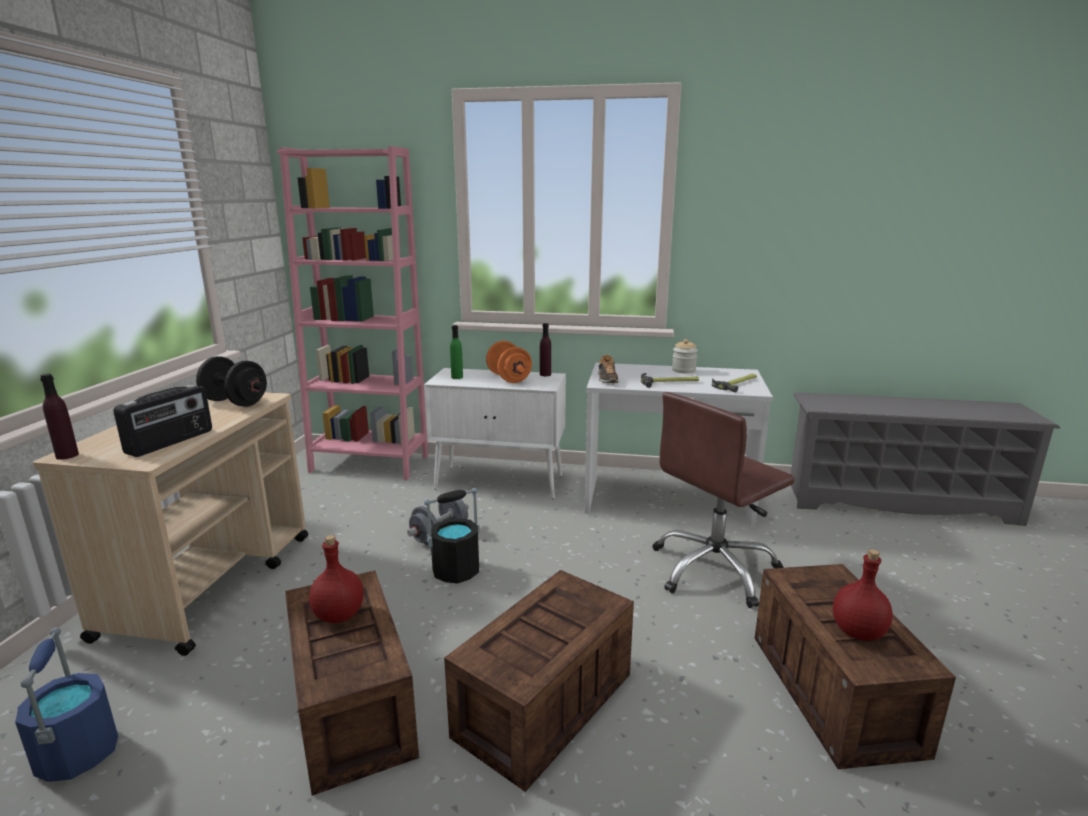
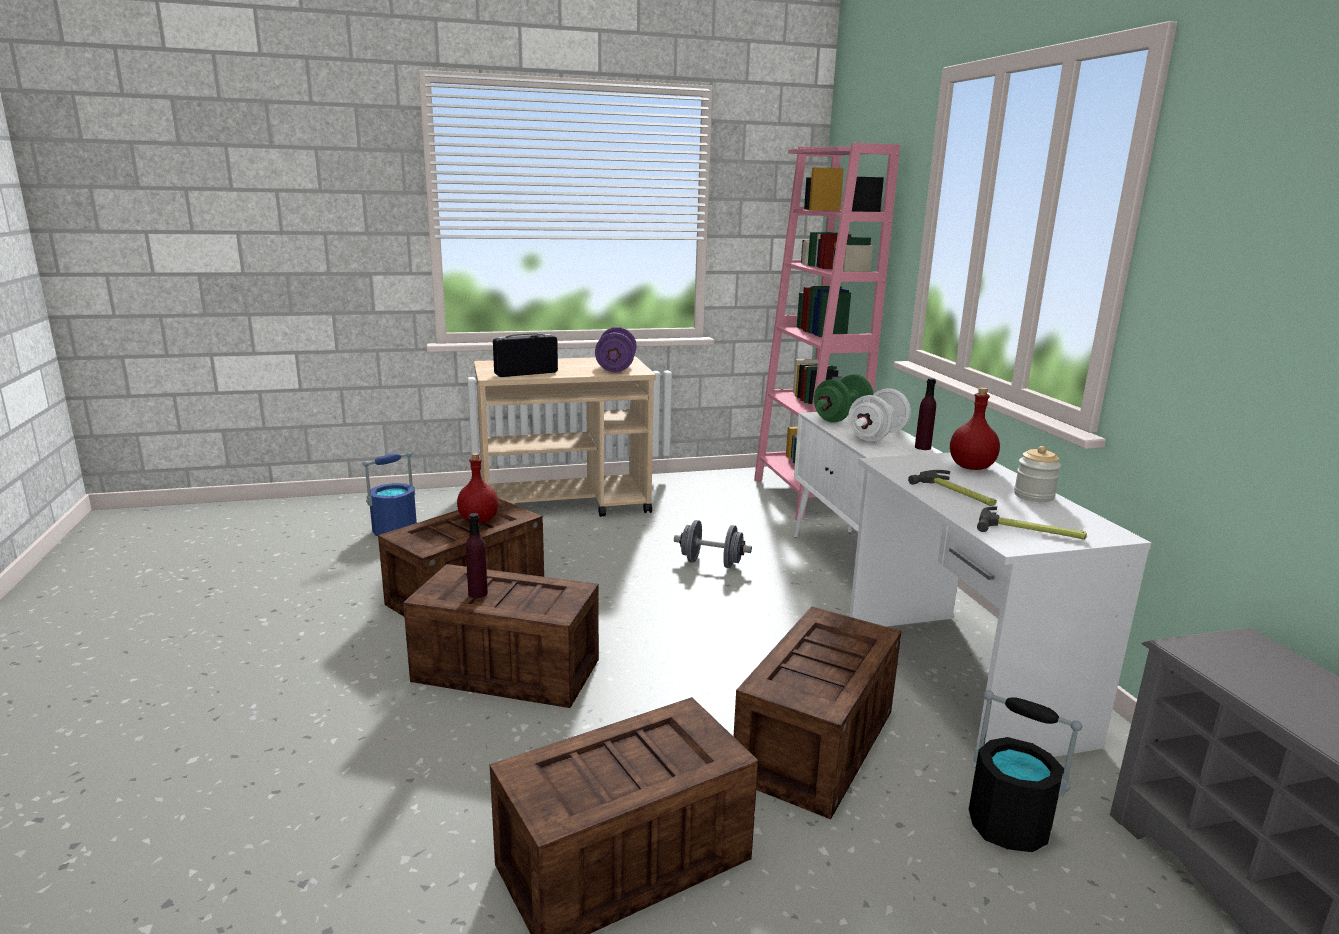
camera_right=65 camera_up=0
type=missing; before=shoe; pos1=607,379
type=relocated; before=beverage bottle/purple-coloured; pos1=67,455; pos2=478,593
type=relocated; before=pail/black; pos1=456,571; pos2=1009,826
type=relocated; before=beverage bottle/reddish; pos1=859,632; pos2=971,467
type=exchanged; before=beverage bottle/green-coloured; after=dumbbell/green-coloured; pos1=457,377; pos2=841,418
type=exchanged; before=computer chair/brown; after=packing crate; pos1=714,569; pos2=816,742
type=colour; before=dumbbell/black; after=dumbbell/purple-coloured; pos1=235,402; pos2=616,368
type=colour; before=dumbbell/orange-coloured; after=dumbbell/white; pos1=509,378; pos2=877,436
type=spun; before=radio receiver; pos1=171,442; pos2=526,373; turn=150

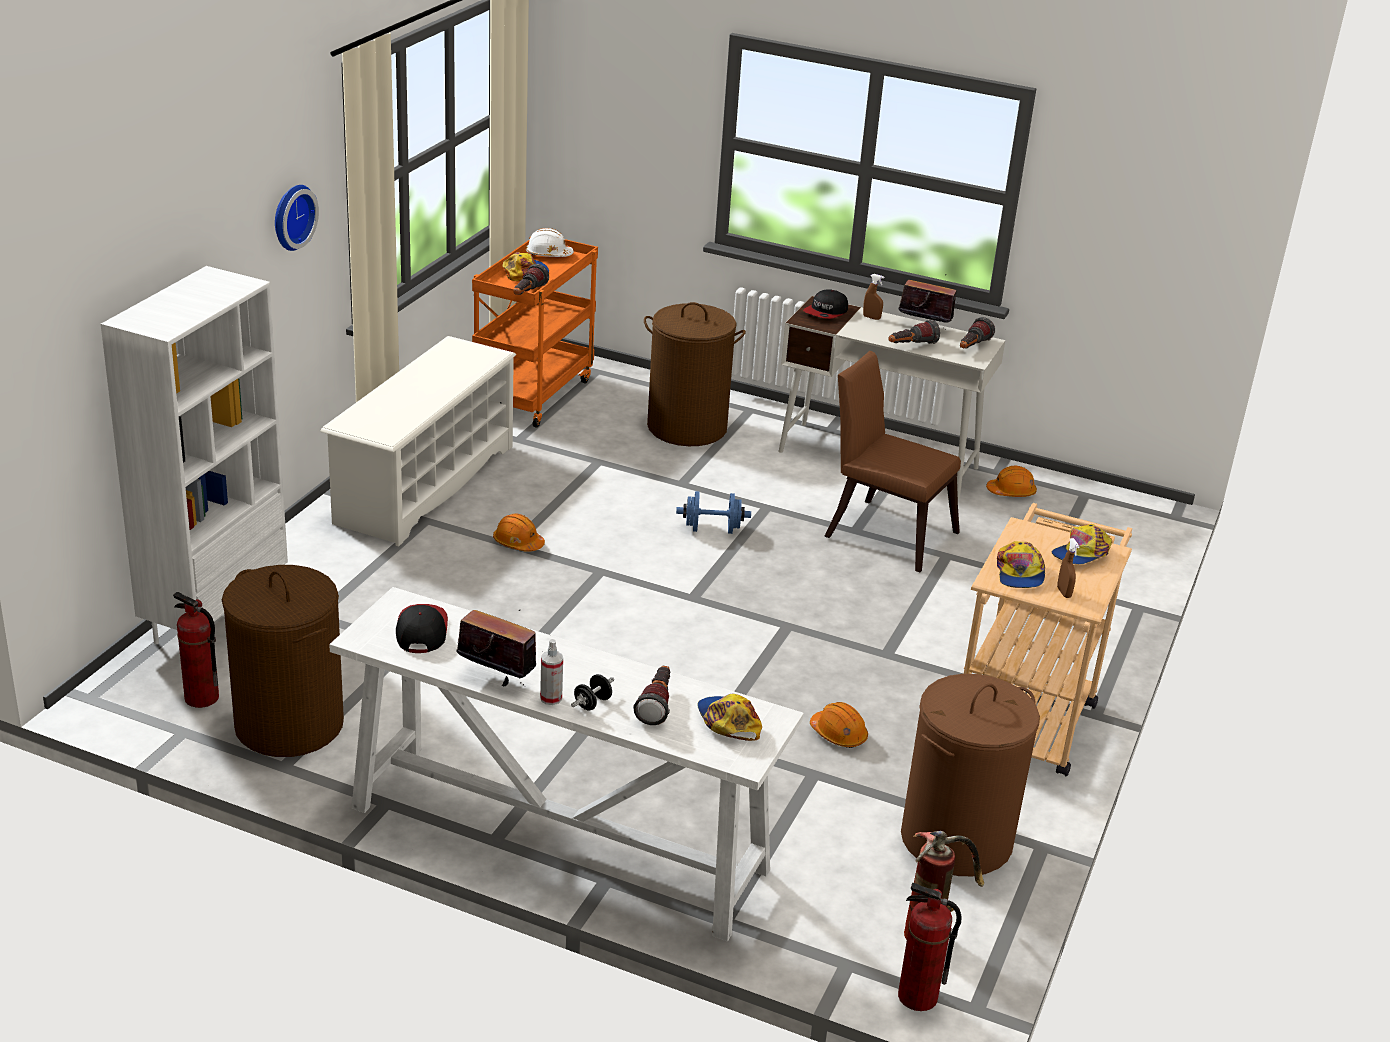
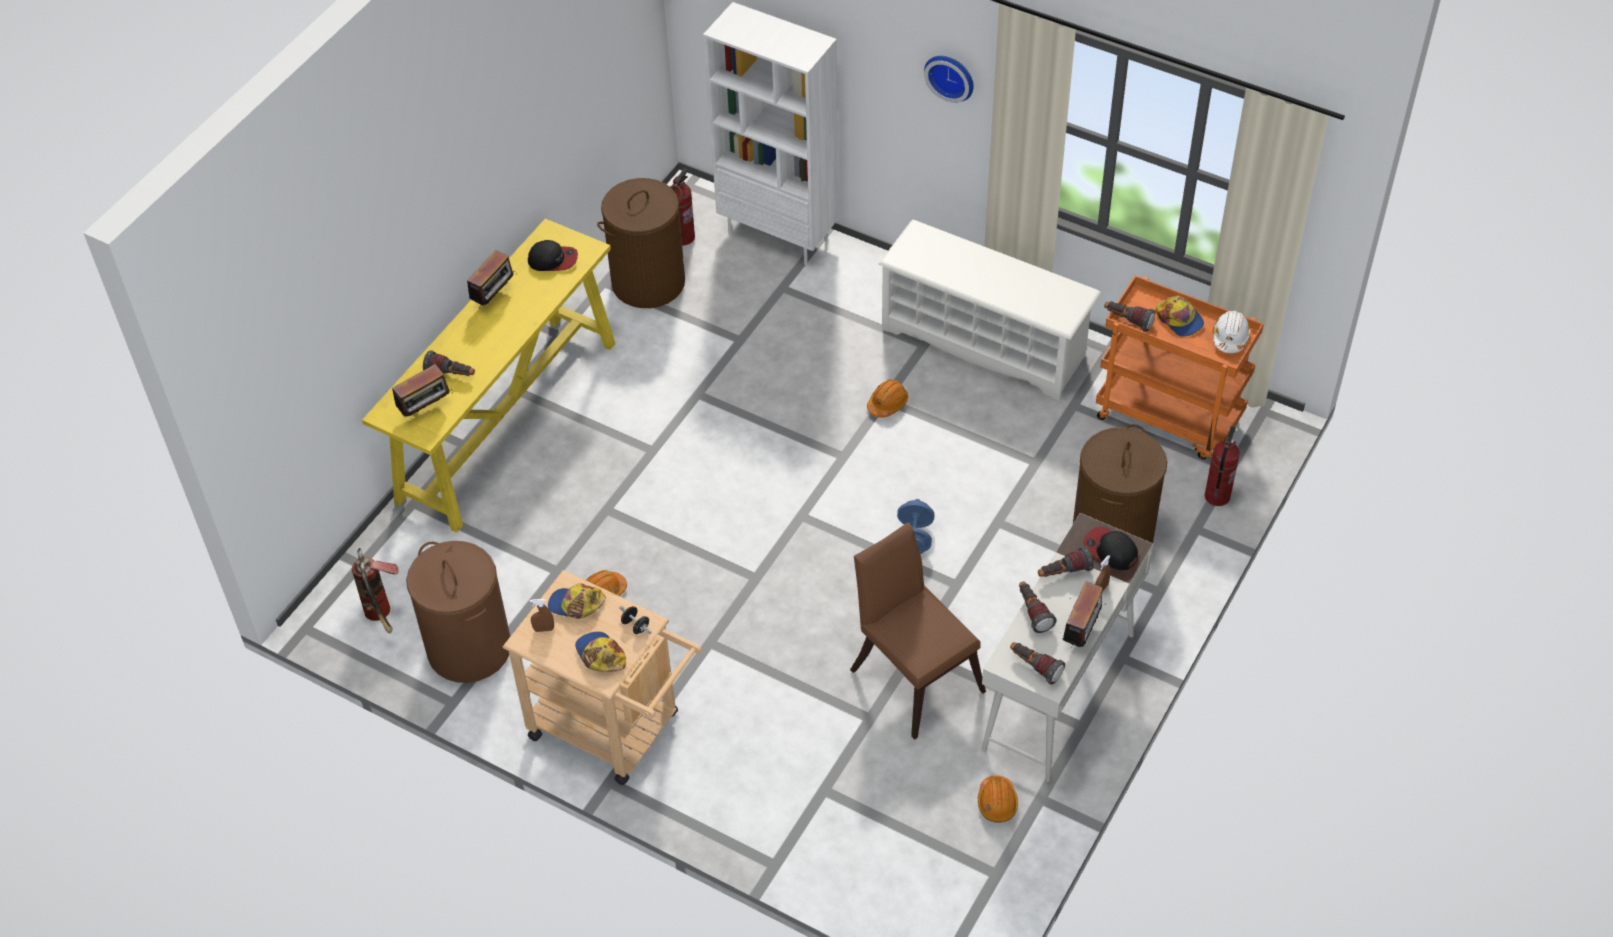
camera_right=100 camera_up=20
type=missing; before=spray bottle; pos1=551,698
type=appeared; after=hand torch; pos2=1063,573
type=relocated; before=dumbbell/black; pos1=592,703; pos2=635,626
type=relocated; before=fire extinguisher; pos1=917,997; pos2=1216,496
type=exchanged; before=peaked cap; after=radio receiver; pos1=728,722; pos2=426,409
type=colour; before=console table/white; after=console table/yellowish; pos1=556,838; pos2=509,420
type=spun; before=upright chair/brown; pos1=884,531; pos2=913,674; turn=-75

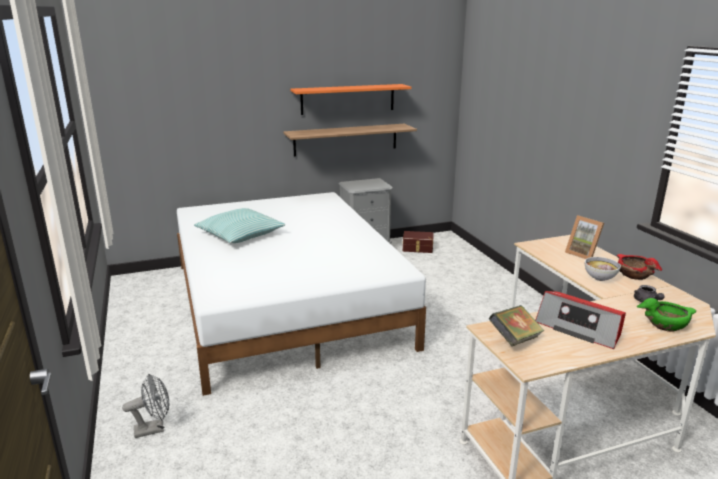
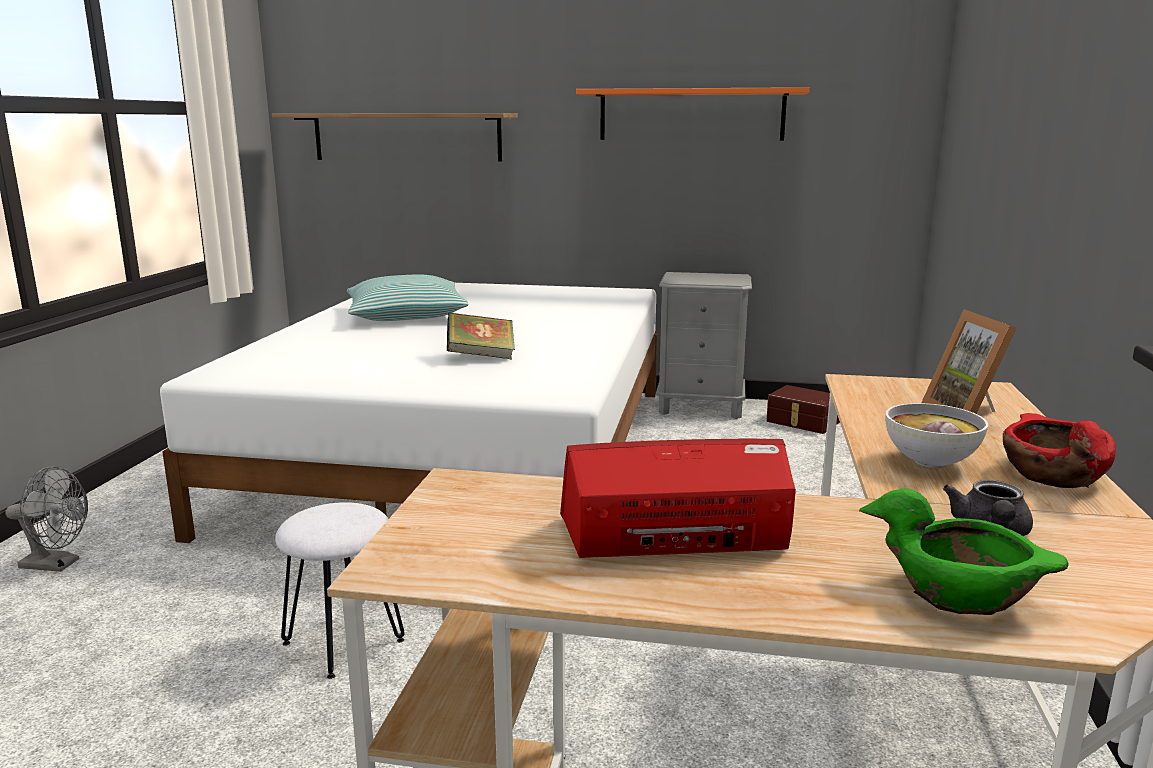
camera_right=30 camera_up=-5
type=appeared; after=sitting stool/white; pos2=343,641
type=relocated; before=shelf; pos1=346,139; pos2=407,137
type=relocated; before=volume; pos1=515,339; pos2=481,357
type=spun; before=radio receiver; pos1=579,328; pos2=676,535; turn=105

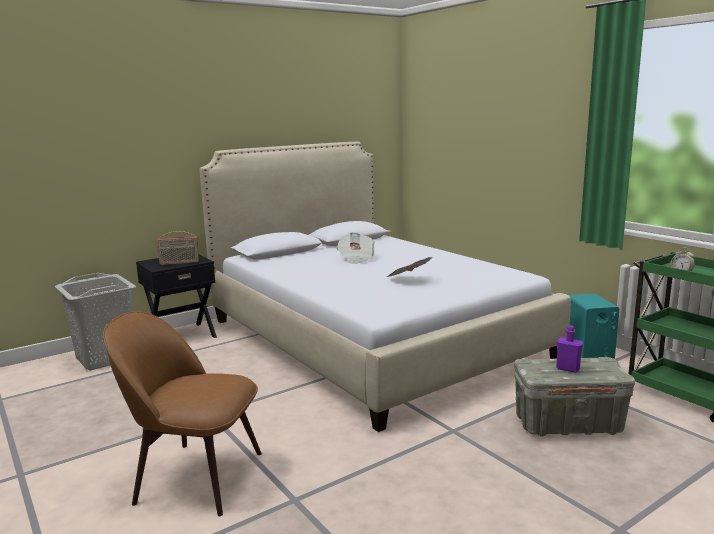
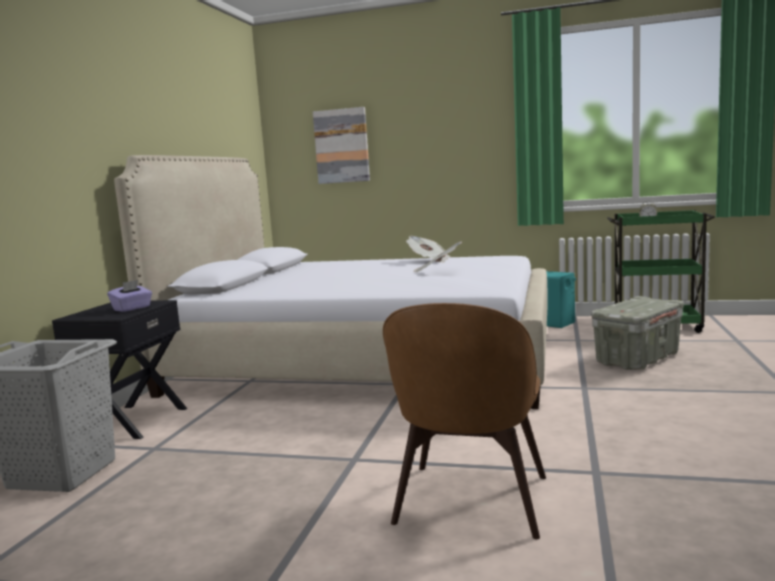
camera_right=-40 camera_up=-5
type=missing; before=beverage bottle/purple-coloured; pos1=567,369
type=appeared; after=wall art; pos2=342,146
type=relocated; before=daily paper; pos1=356,259; pos2=429,261
type=exchanged; before=radio receiver; after=box of tissues/purple-coloured; pos1=179,263; pos2=132,308
type=spun; before=upright chair/brown; pos1=194,476; pos2=471,503; turn=-45

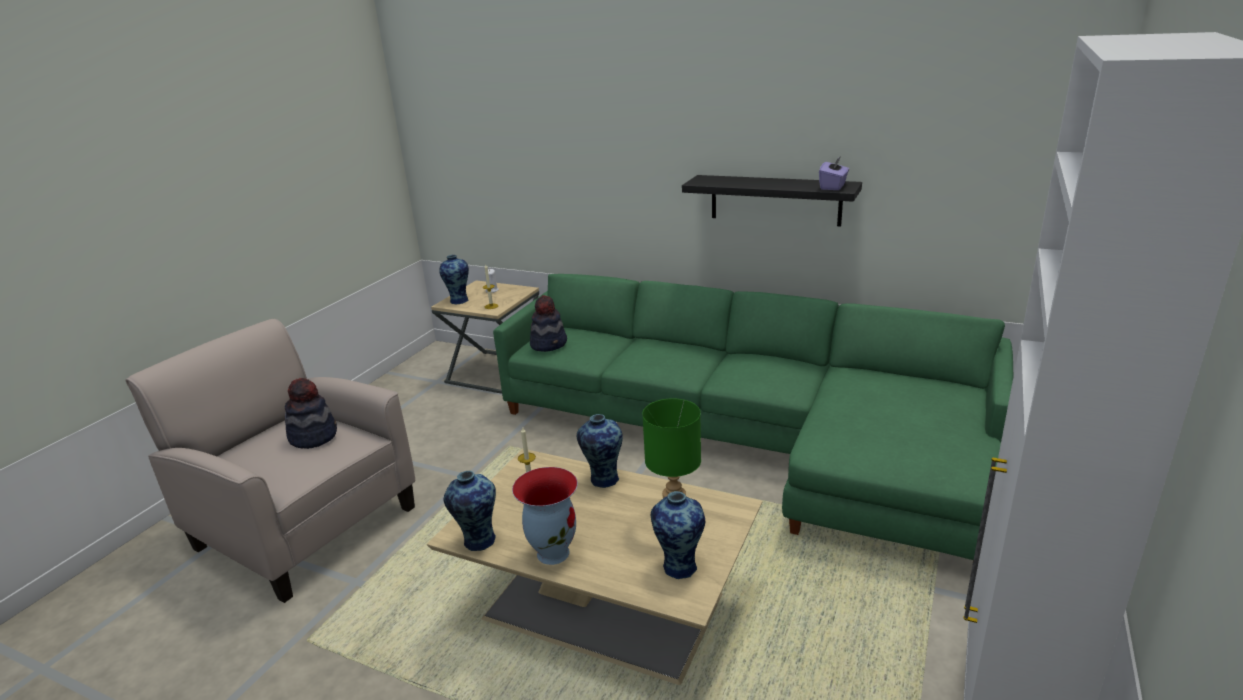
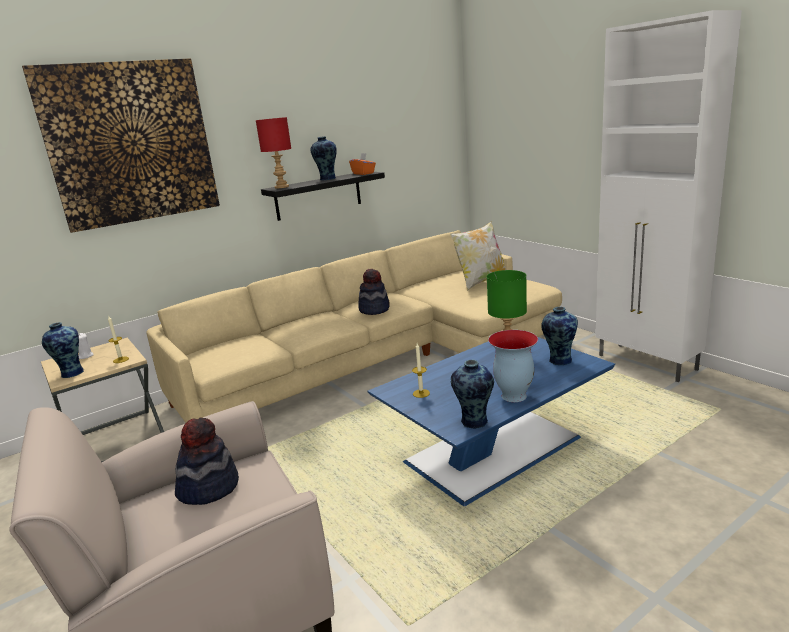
camera_right=-60 camera_up=-5
type=appeared; after=wall art; pos2=130,143
type=appeared; after=tabletop lamp/reddish; pos2=282,187
type=appeared; after=cushion; pos2=481,281
type=relocated; before=hat; pos1=549,344; pos2=374,309
type=relocated; before=vase; pos1=603,479; pos2=327,179
type=colour; before=coffee table/beige; after=coffee table/bluish; pos1=607,607; pos2=494,448
type=colour; before=sofa/green-coloured; after=sofa/beige; pos1=756,440; pos2=382,358
type=colour; before=box of tissues/purple-coloured; after=box of tissues/orange-coloured; pos1=833,186; pos2=363,173

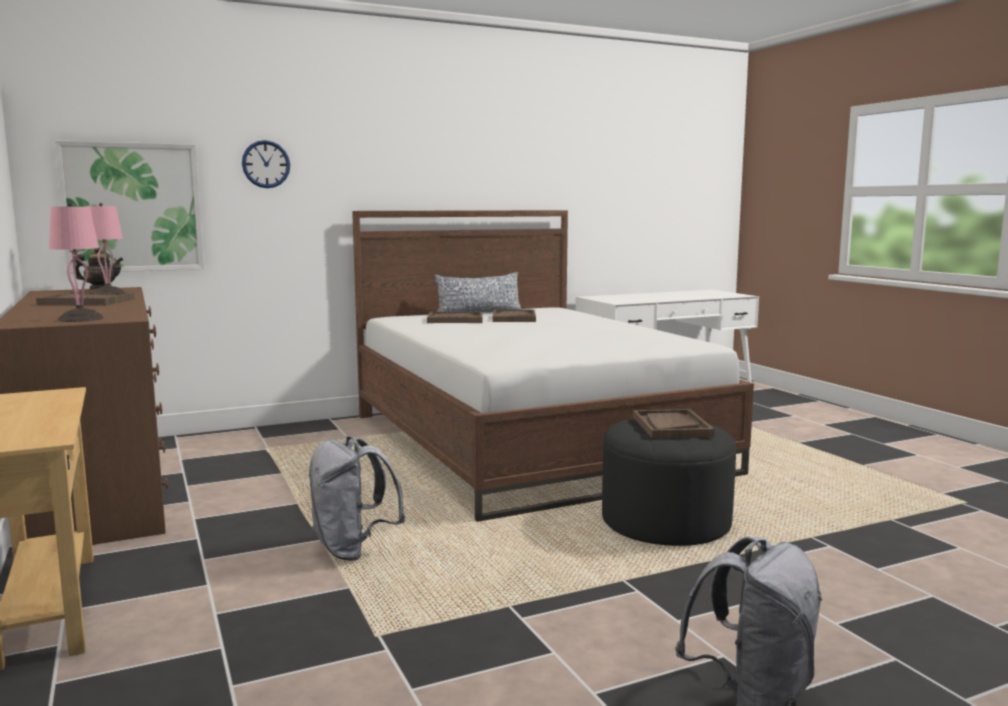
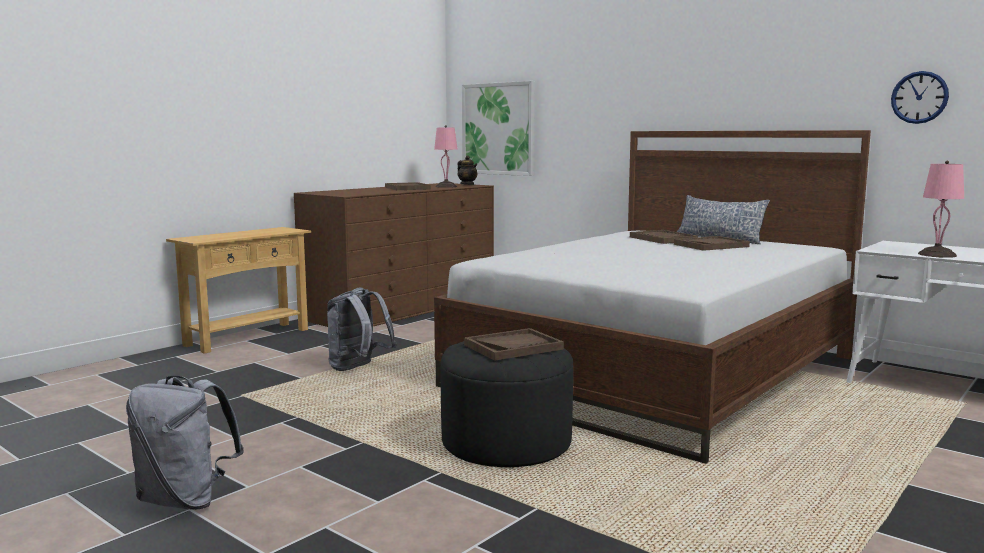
camera_right=65 camera_up=0
type=relocated; before=tabletop lamp/pinkish; pos1=80,318; pos2=936,254
type=relocated; before=wall clock; pos1=266,164; pos2=919,97

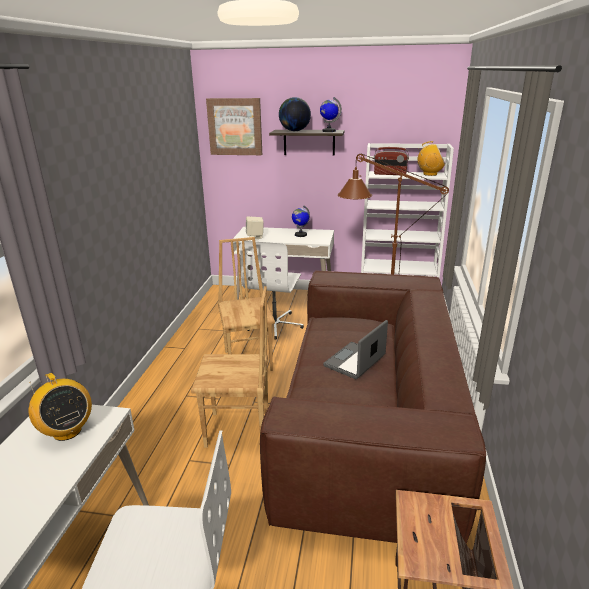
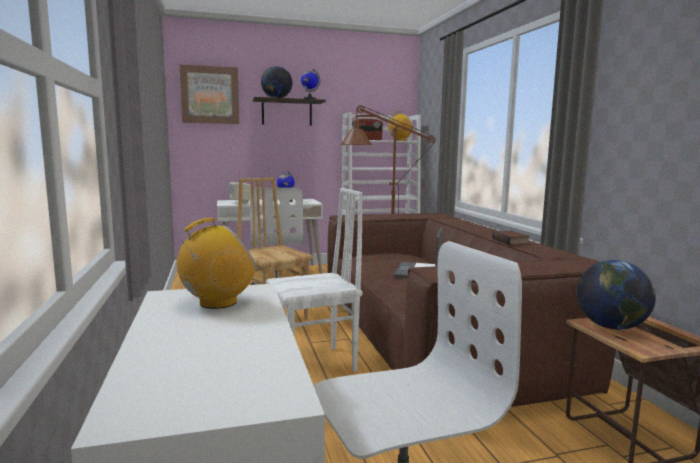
camera_right=-25 camera_up=-15
type=appeared; after=volume; pos2=511,241
type=appeared; after=desk globe; pos2=611,327
type=colour; before=upright chair/brown; after=upright chair/white; pos1=238,431; pos2=315,365
type=spun; before=radio receiver; pos1=67,431; pos2=217,303; turn=-60

